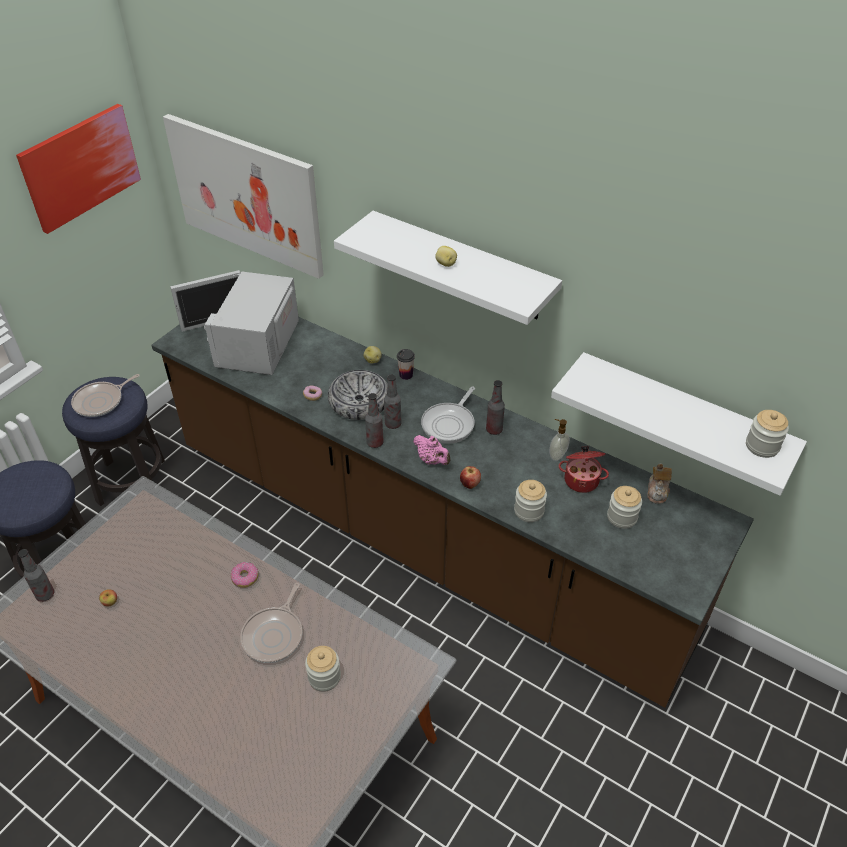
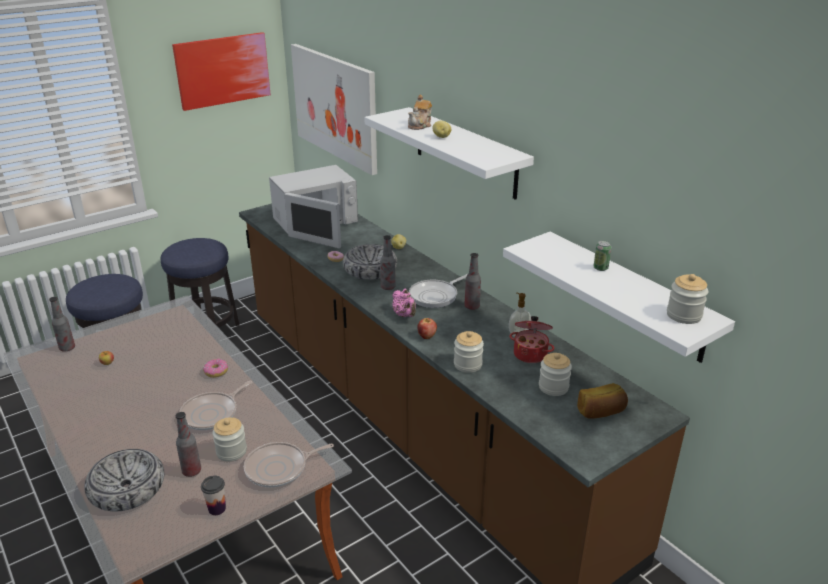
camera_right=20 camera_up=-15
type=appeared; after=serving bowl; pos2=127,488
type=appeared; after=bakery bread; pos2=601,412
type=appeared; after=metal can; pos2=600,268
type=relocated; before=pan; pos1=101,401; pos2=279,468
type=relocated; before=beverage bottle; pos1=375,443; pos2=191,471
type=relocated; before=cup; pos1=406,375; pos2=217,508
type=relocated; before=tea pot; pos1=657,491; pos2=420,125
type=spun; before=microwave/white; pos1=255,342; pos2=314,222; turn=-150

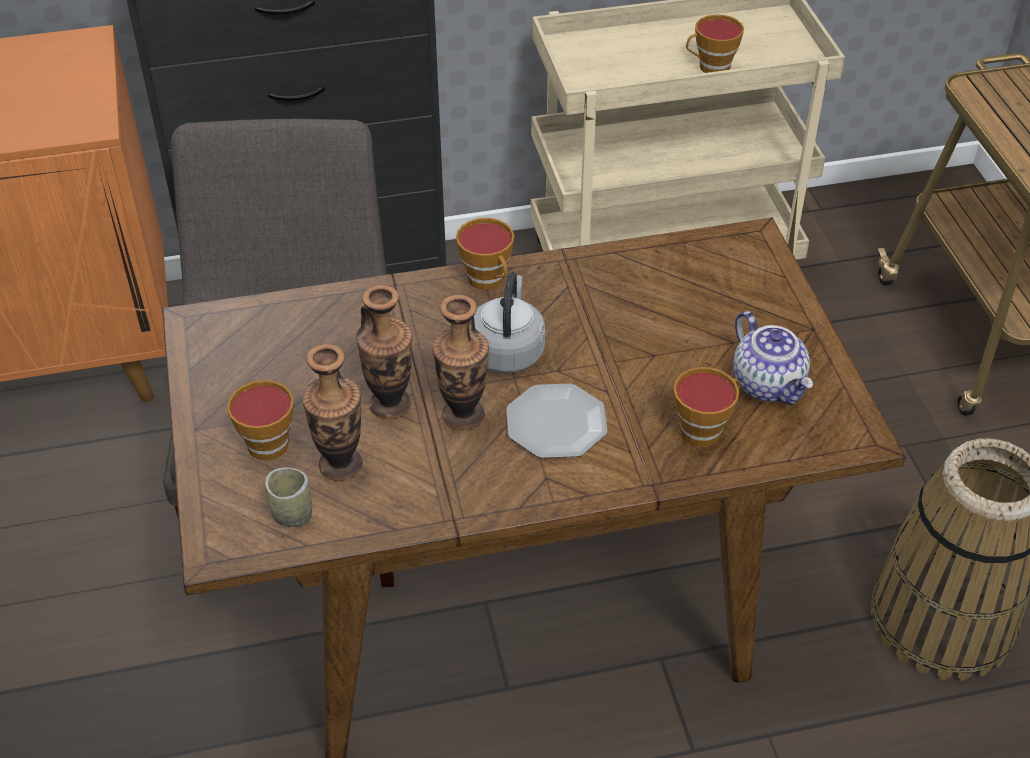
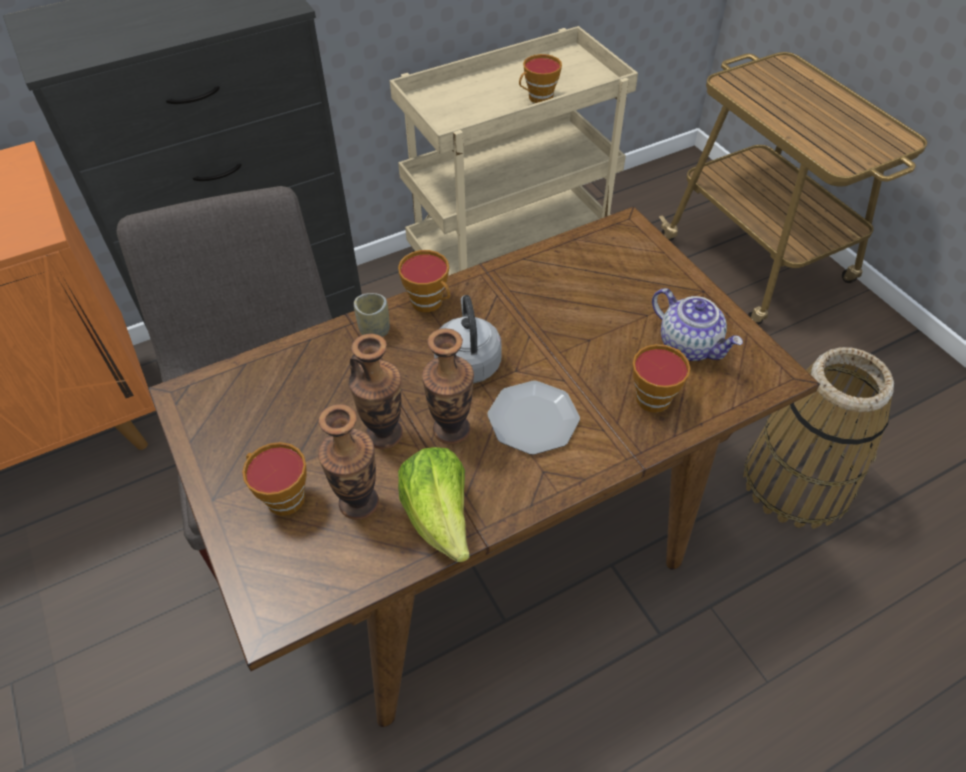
camera_right=-15 camera_up=5
type=appeared; after=lettuce head; pos2=439,517
type=relocated; before=cup; pos1=292,514; pos2=374,330

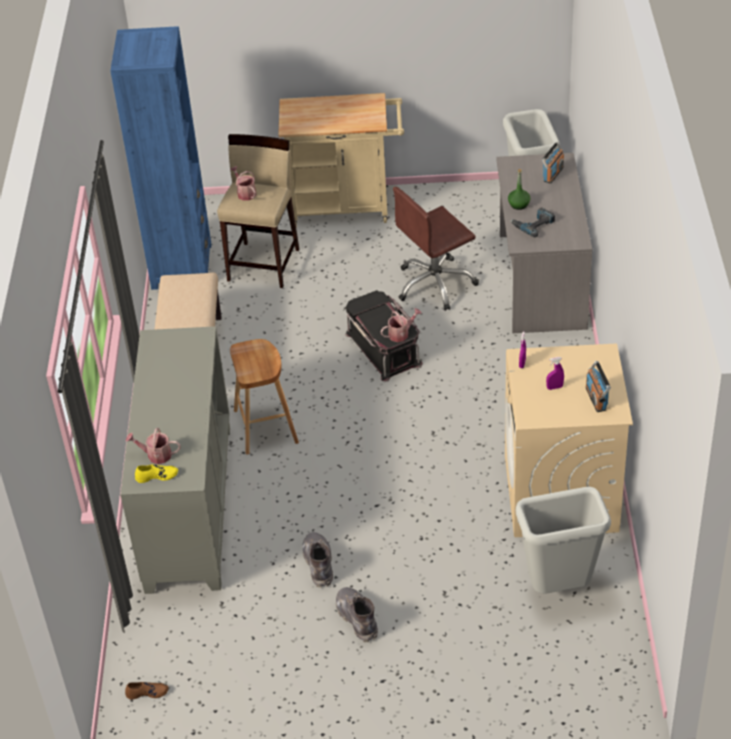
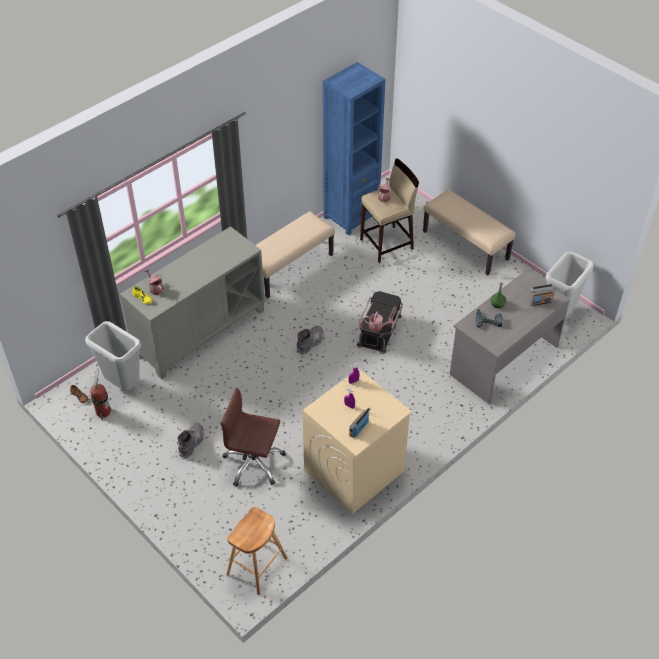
camera_right=45 camera_up=5
type=appeared; after=fire extinguisher; pos2=103,411
type=relocated; before=sitting stool/brown; pos1=265,426; pos2=257,566
type=relocated; before=tall boot/grey; pos1=319,564; pos2=310,343
type=relocated; before=computer chair/brown; pos1=435,284; pos2=253,463
type=relocated; before=trash can/grey; pos1=558,589; pos2=122,385
type=exchanged; before=trolley/beige; after=long seat/beige; pos1=347,207; pos2=466,245

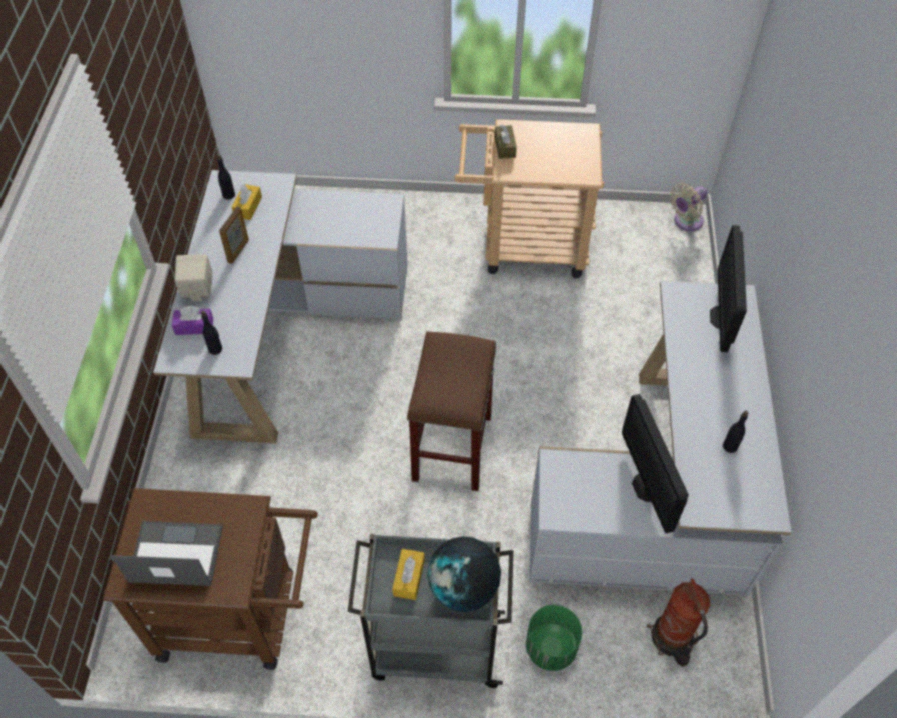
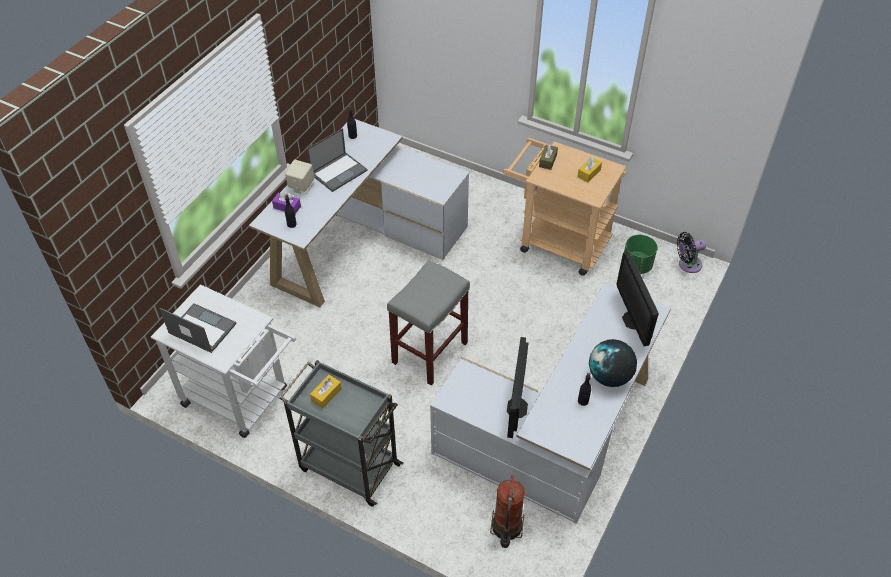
camera_right=25 camera_up=-5
type=relocated; before=box of tissues/yellowish; pos1=248,207; pos2=589,173
type=relocated; before=desk globe; pos1=464,588; pos2=609,377
type=relocated; before=plant pot/green-coloured; pos1=551,648; pos2=636,266
type=exchanged; before=picture frame; after=notebook computer; pos1=238,251; pos2=339,172
type=colour; before=trolley/brown; after=trolley/white; pos1=240,616; pos2=242,399
type=colour; before=sitting stool/brown; after=sitting stool/grey; pos1=451,446; pos2=430,351
type=colour; before=cooling fan/beige; after=cooling fan/black; pos1=686,222; pos2=687,264
type=spun; before=monitor; pos1=722,317; pos2=633,320; turn=-45

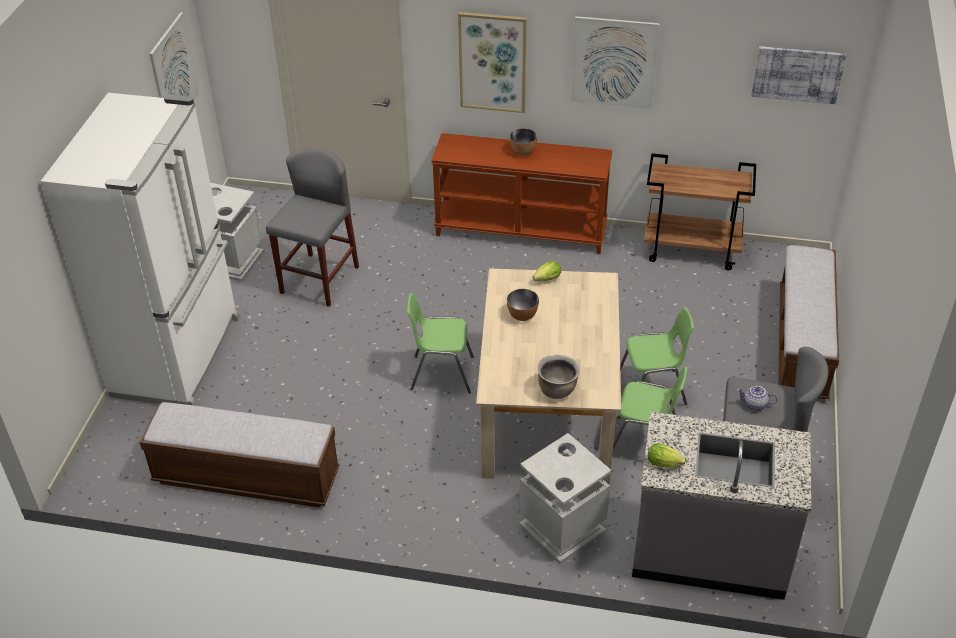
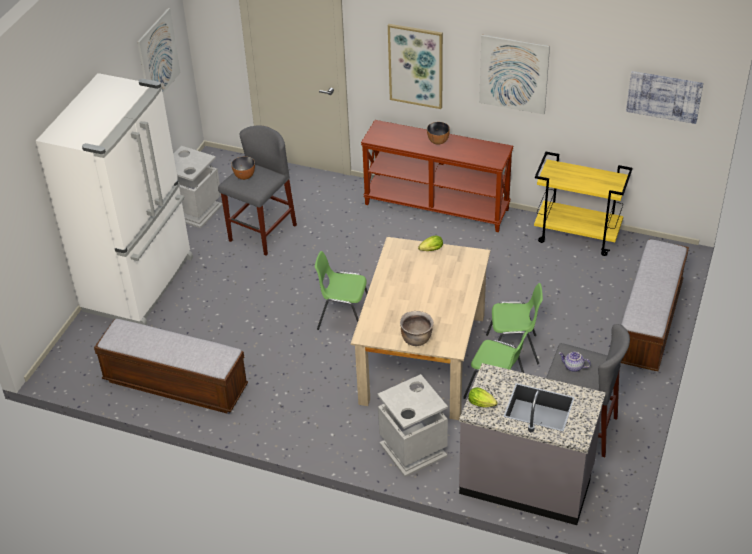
camera_right=10 camera_up=0
type=relocated; before=serving bowl; pos1=522,316; pos2=244,176
type=colour; before=trolley/brown; after=trolley/yellowish; pos1=692,250; pos2=578,235

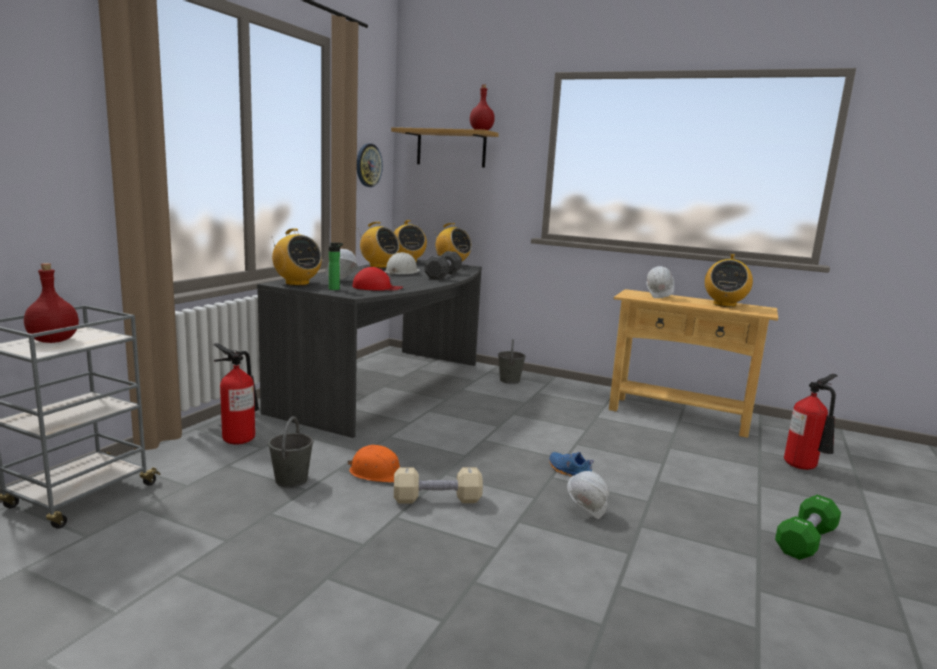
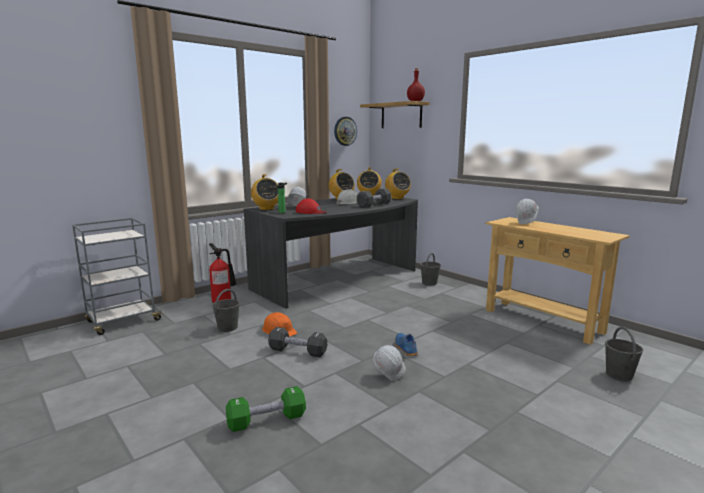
camera_right=25 camera_up=0
type=missing; before=beverage bottle/reddish; pos1=54,341
type=missing; before=radio receiver; pos1=724,305
type=relocated; before=dumbbell/green-coloured; pos1=805,541; pos2=266,420
type=exchanged; before=fire extinguisher; after=pail/grey; pos1=805,468; pos2=619,375
type=colour; before=dumbbell/beige; after=dumbbell/black; pos1=437,499; pos2=298,351

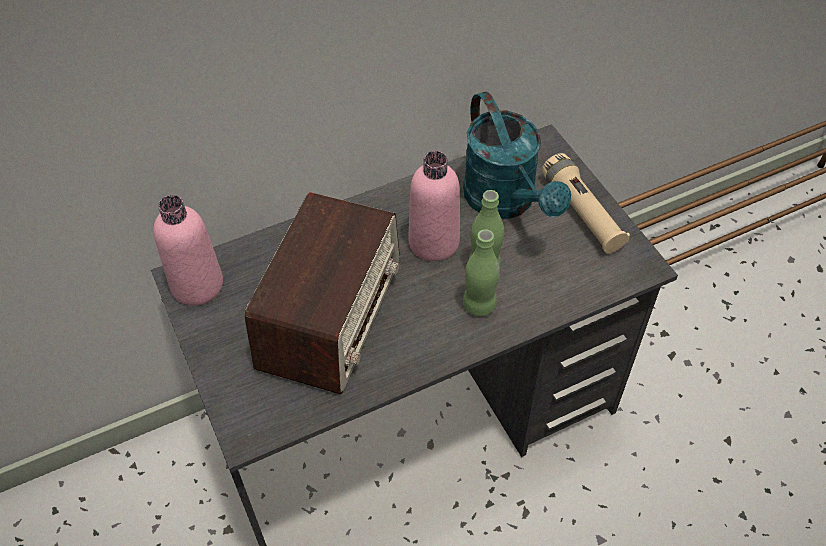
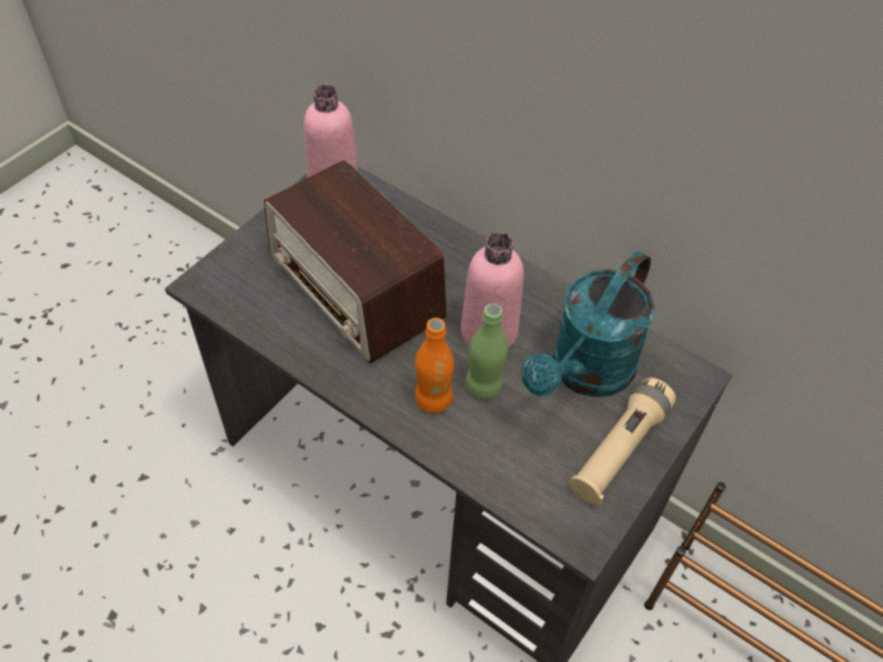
camera_right=60 camera_up=0
type=colour; before=beverage bottle/green-coloured; after=beverage bottle/orange-coloured; pos1=479,305; pos2=433,399
type=spun; before=radio receiver; pos1=331,313; pos2=356,288; turn=60

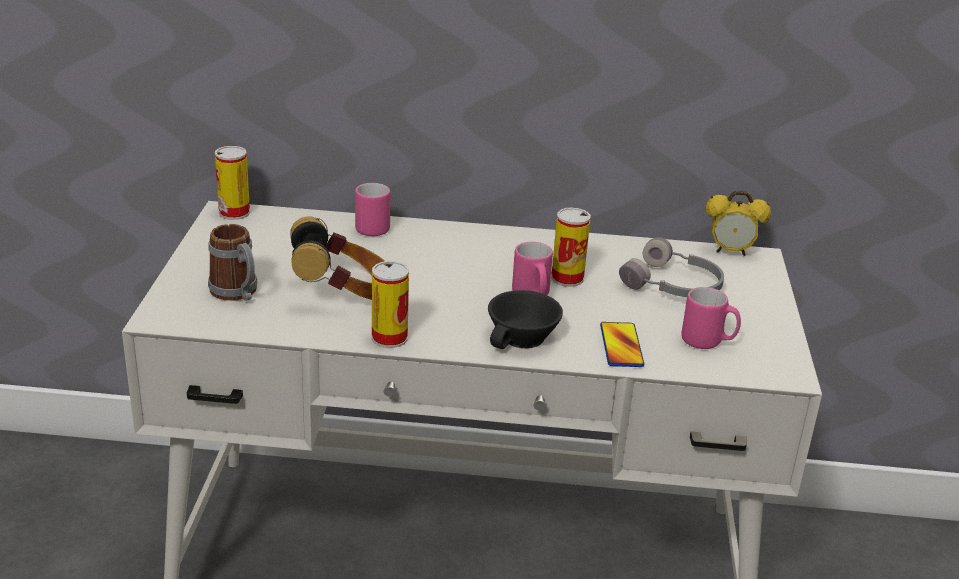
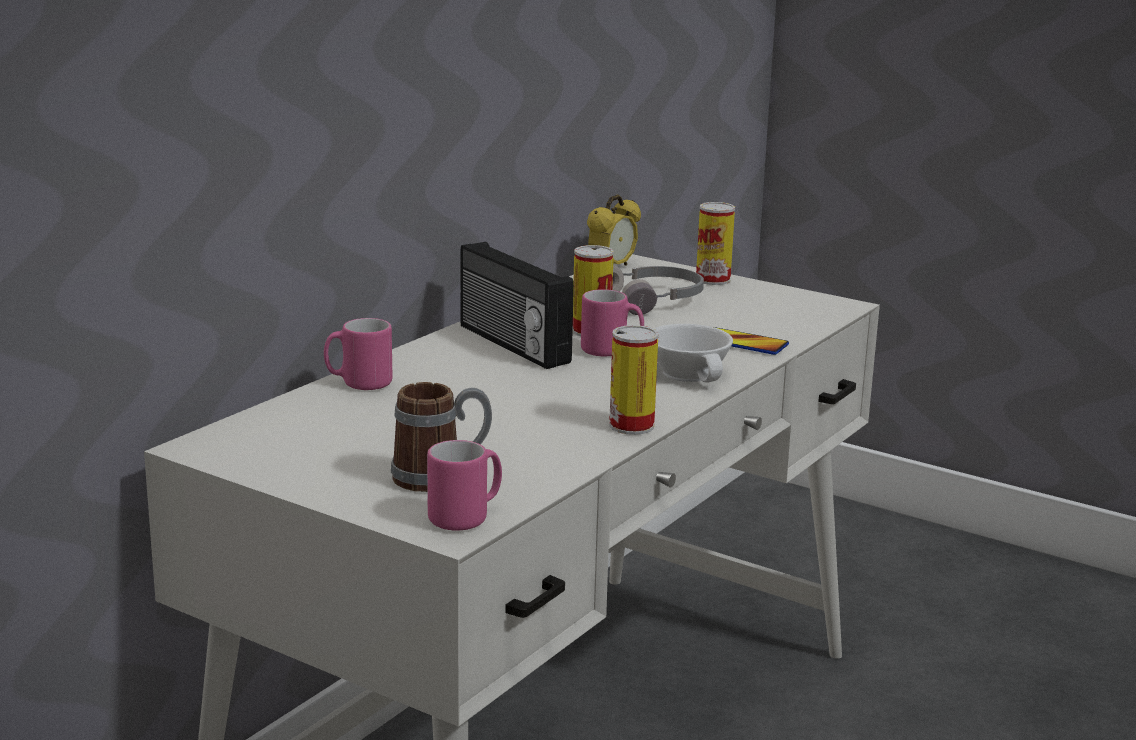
camera_right=-60 camera_up=-10
type=missing; before=pair of headphones; pos1=342,293
type=appeared; after=radio receiver; pos2=511,344
type=relocated; before=metal can; pos1=234,212; pos2=713,279
type=relocated; before=coffee mug/pinkish; pos1=708,342; pos2=466,517
type=colour; before=cup/black; after=cup/white; pos1=524,338; pos2=692,373

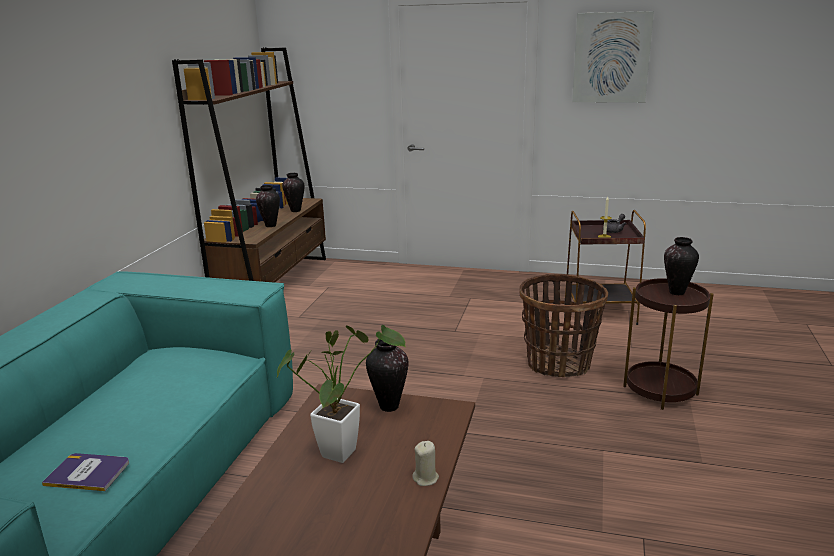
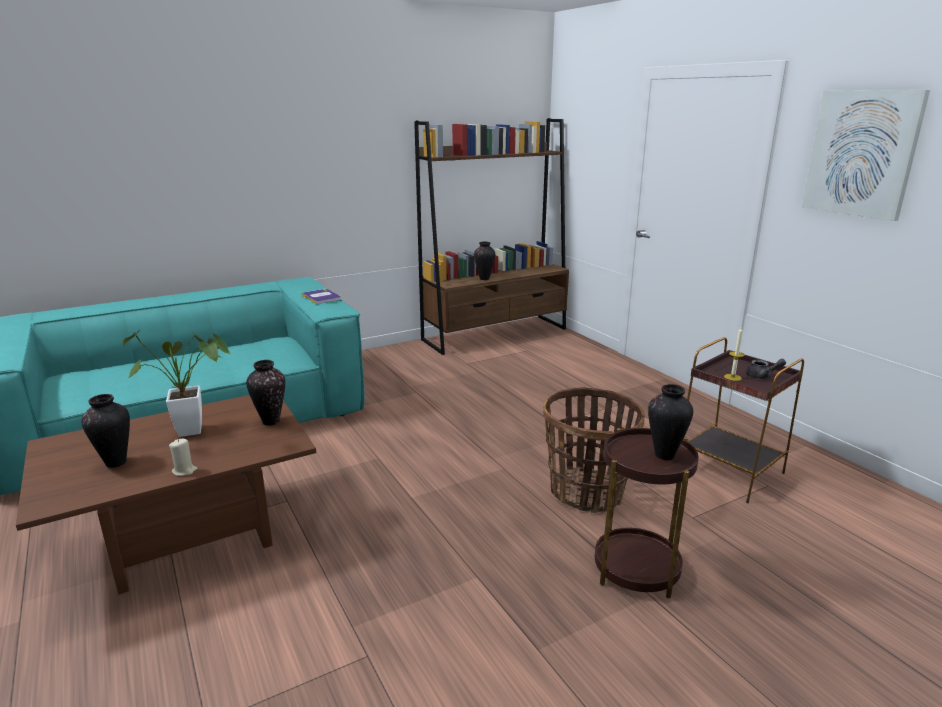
camera_right=45 camera_up=0
type=relocated; before=volume; pos1=88,473; pos2=321,297
type=relocated; before=vase; pos1=296,211; pos2=115,463

